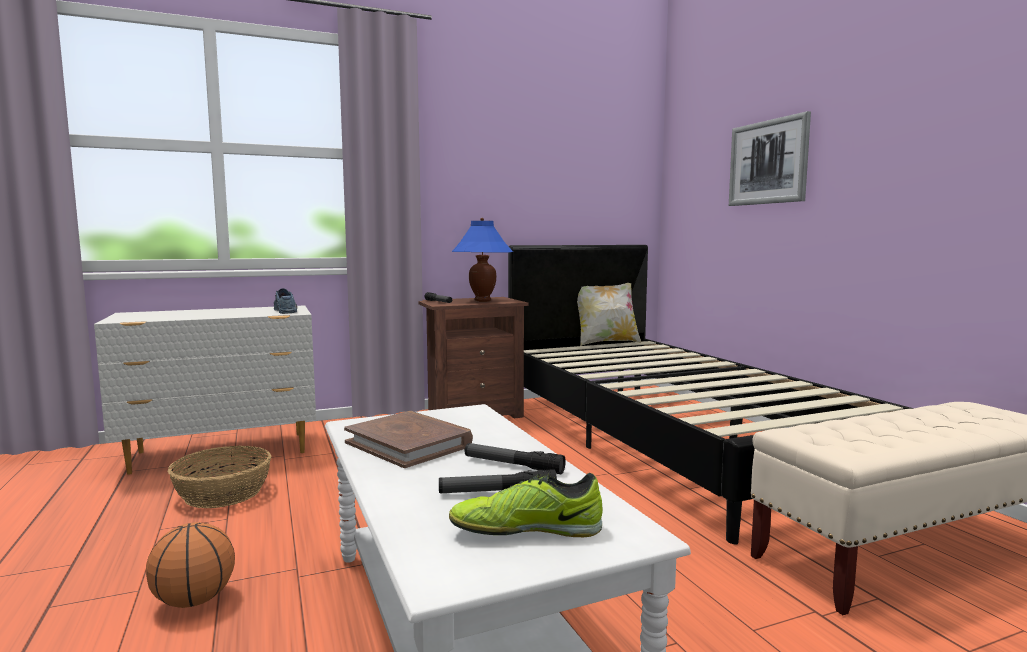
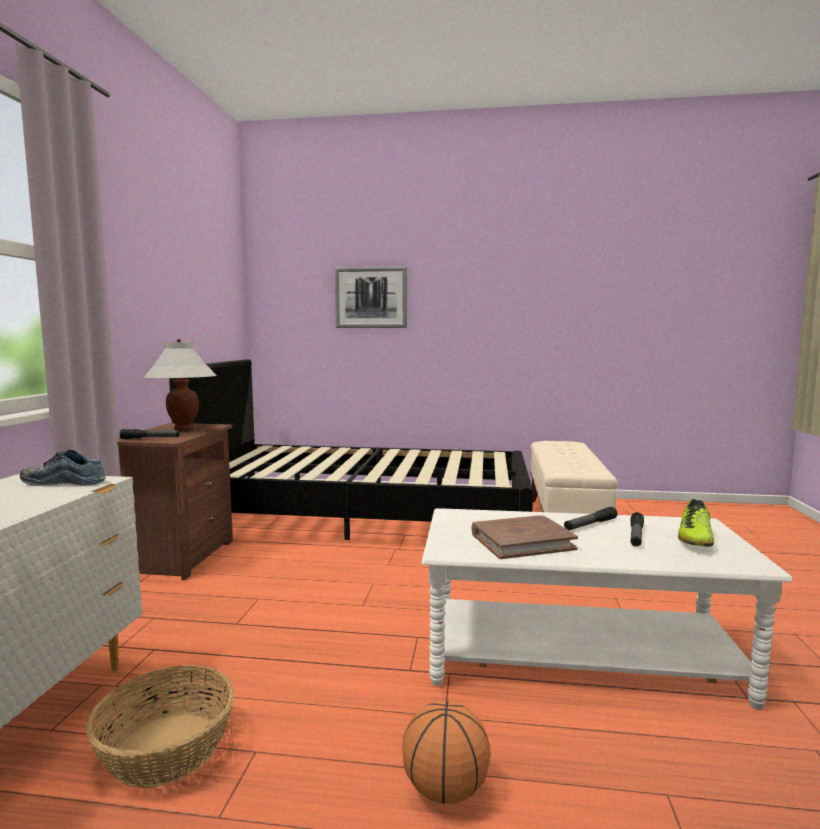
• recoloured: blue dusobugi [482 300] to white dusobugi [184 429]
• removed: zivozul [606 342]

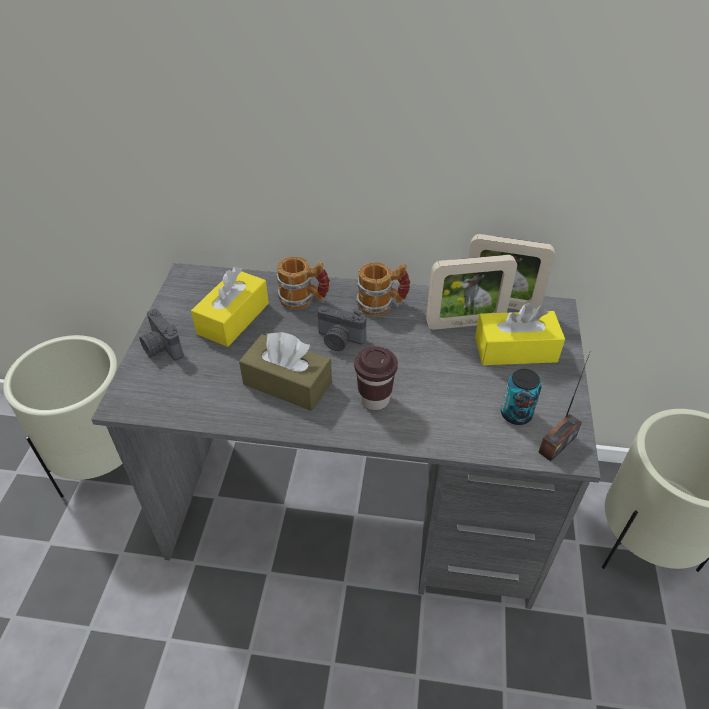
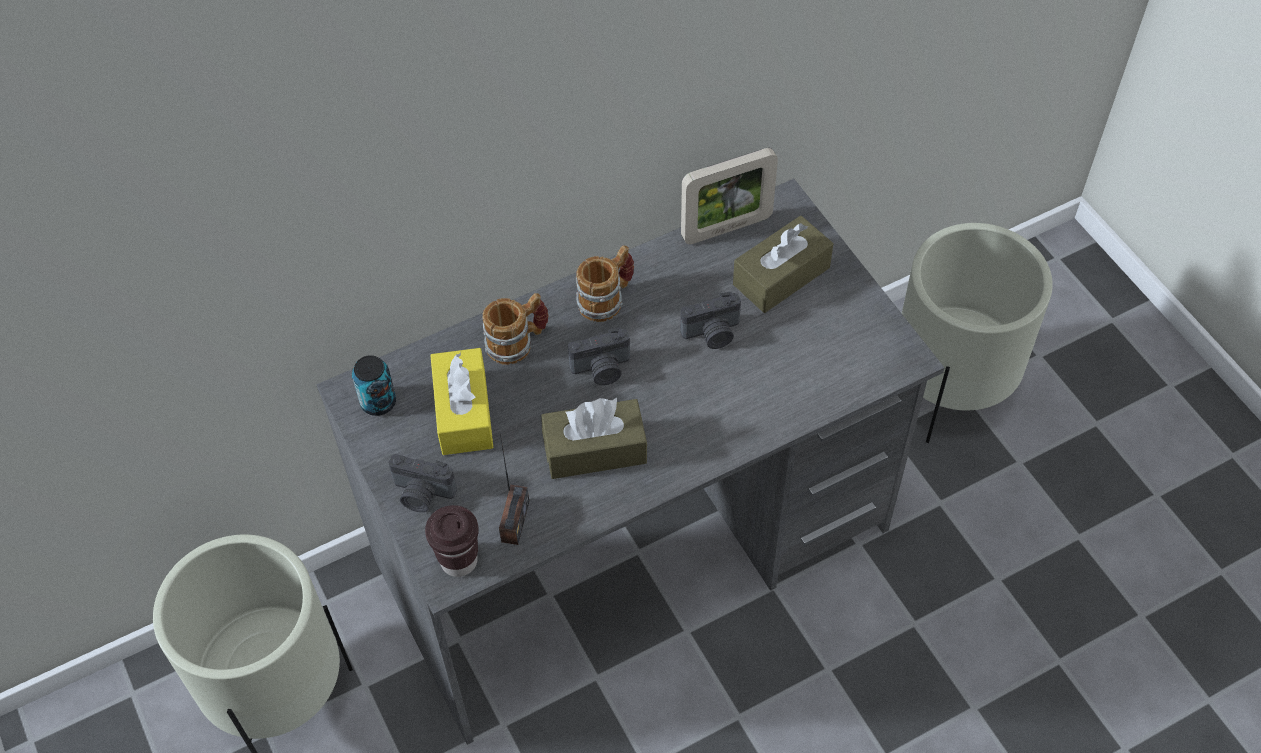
• moved: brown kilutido [374 399] to [459 561]
• removed: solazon [465 323]
• recoloured: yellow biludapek [515 349] to brown biludapek [781 276]
• moved: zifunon [516 414] to [378 402]
• moved: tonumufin [557 444] to [514 521]
• added: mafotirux [712 334]

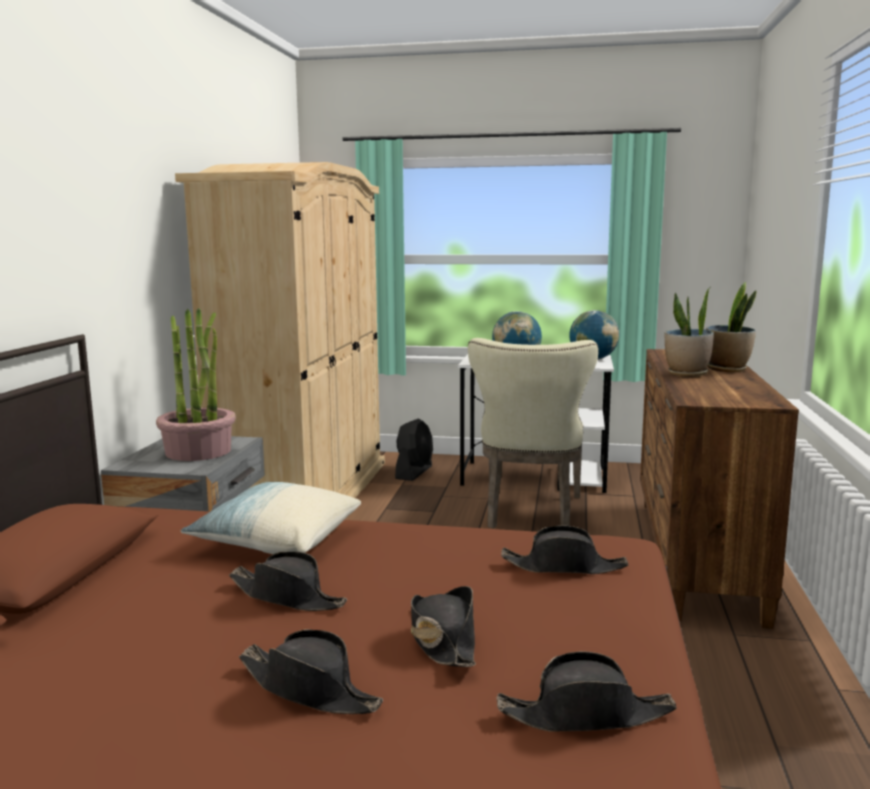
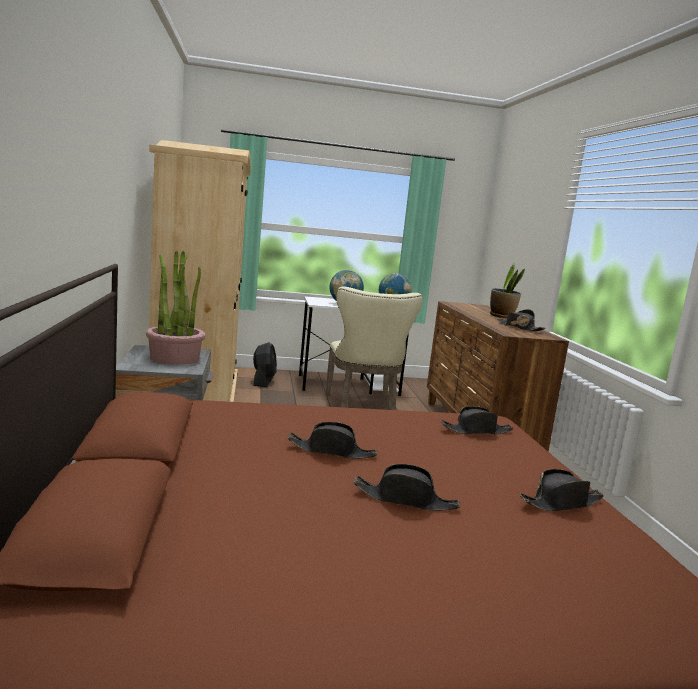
• removed: zivozul [276 541]
• moved: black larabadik [442 639] to [519 328]
• removed: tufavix [687 374]

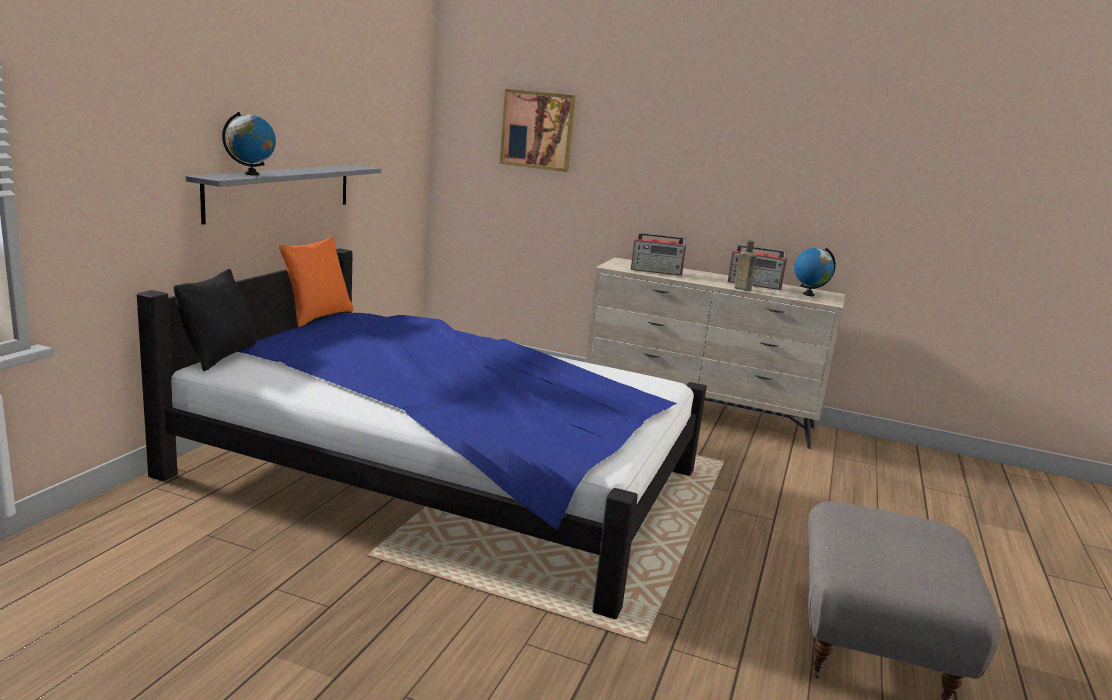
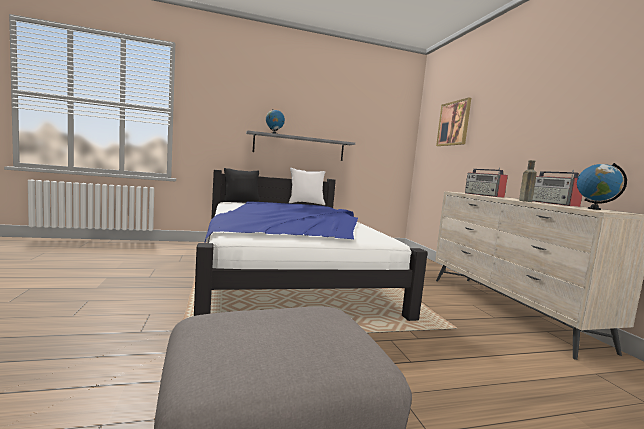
• recoloured: orange zivozul [317 317] to white zivozul [306 203]

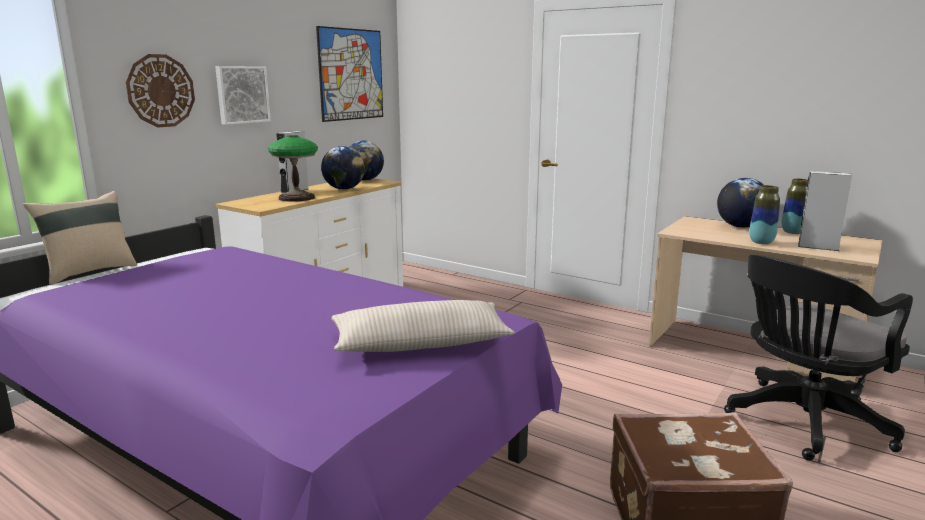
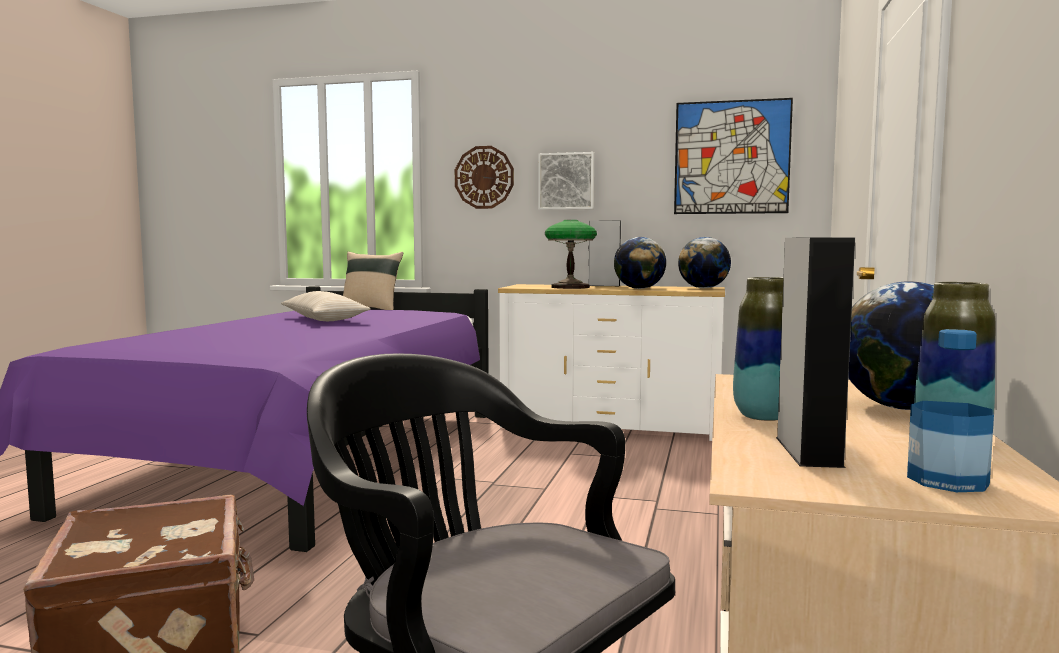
• moved: beige zivozul [421 343] to [324 319]
• added: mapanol [947 480]

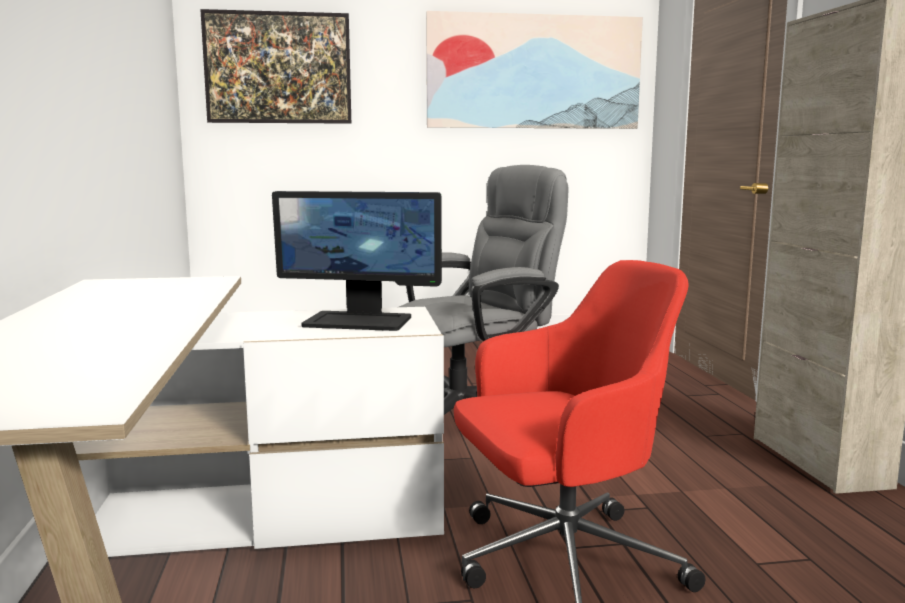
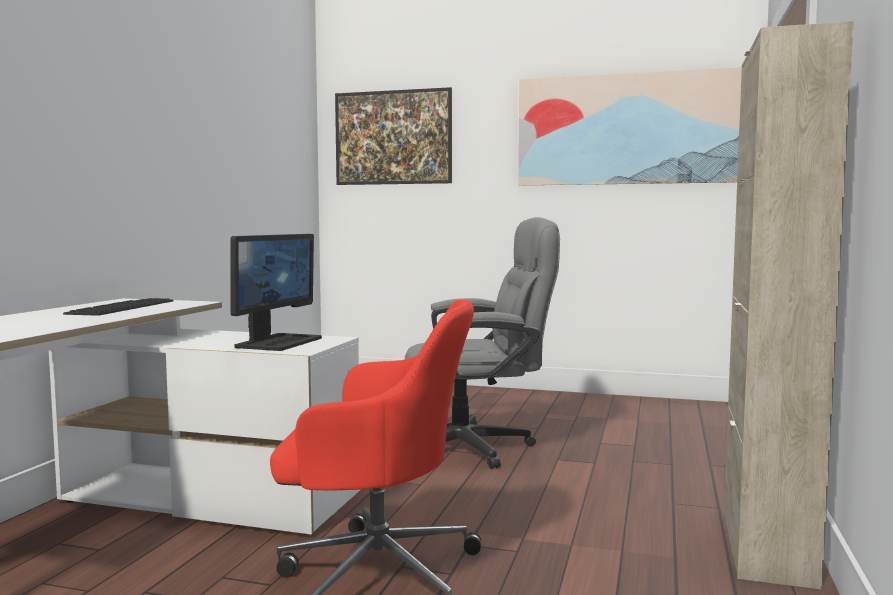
• turned: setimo [359 321] = [278 342] 105 degrees counterclockwise
• added: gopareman [121 307]

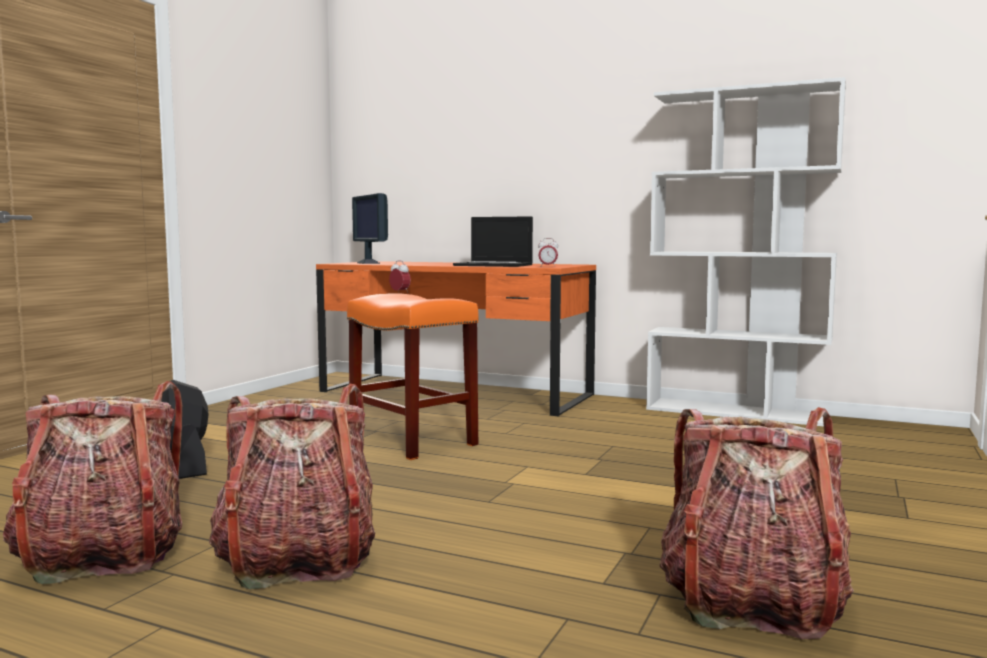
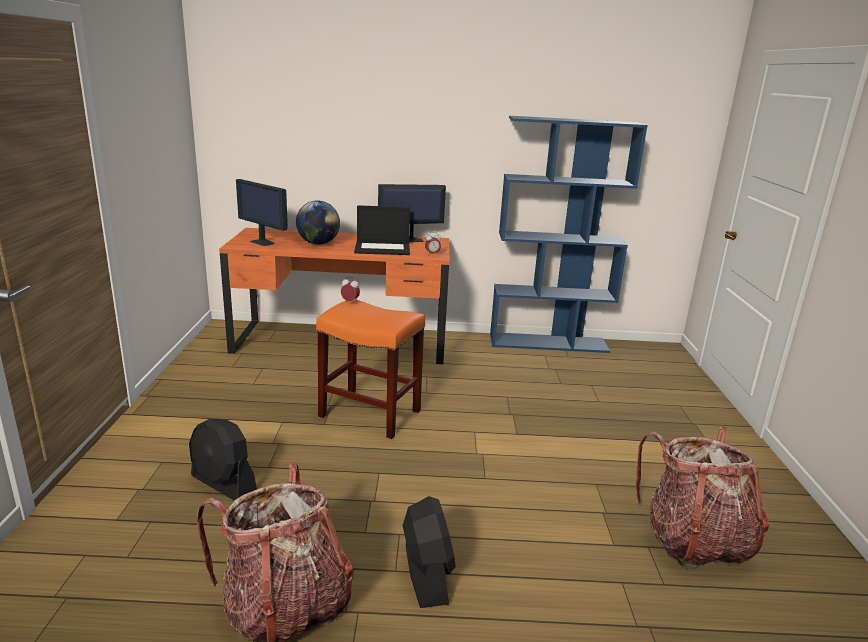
• replaced: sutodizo [297 561] to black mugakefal [426 574]
• recoloured: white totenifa [736 412] to blue totenifa [549 343]
• added: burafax [318 243]
• added: setimo [410 240]

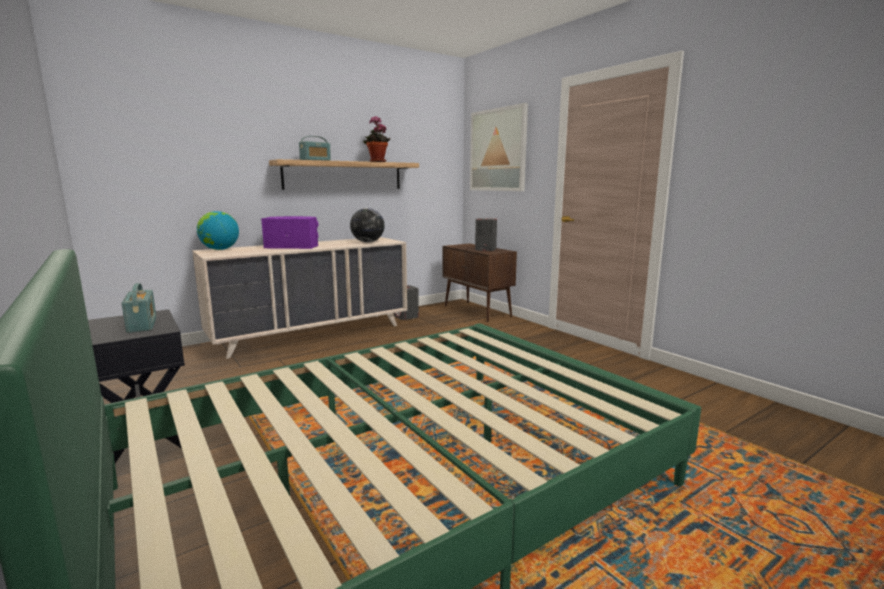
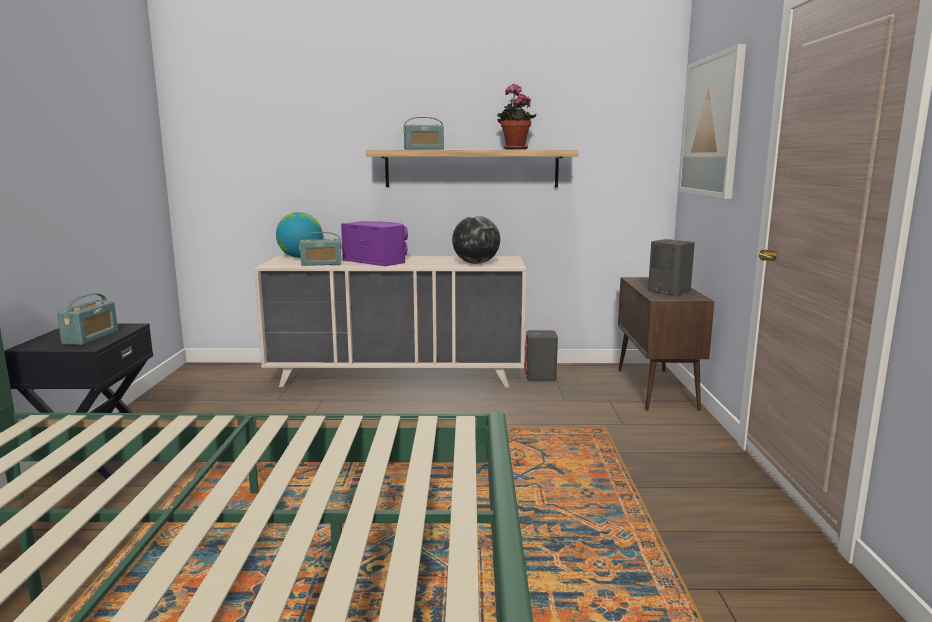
• added: tonumufin [321 264]

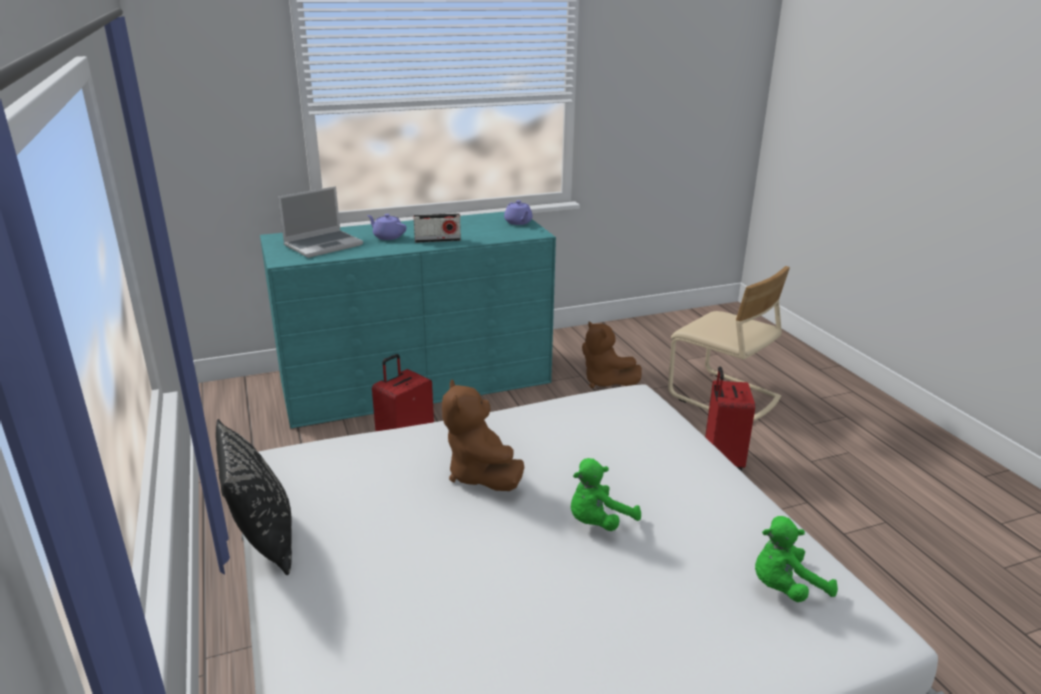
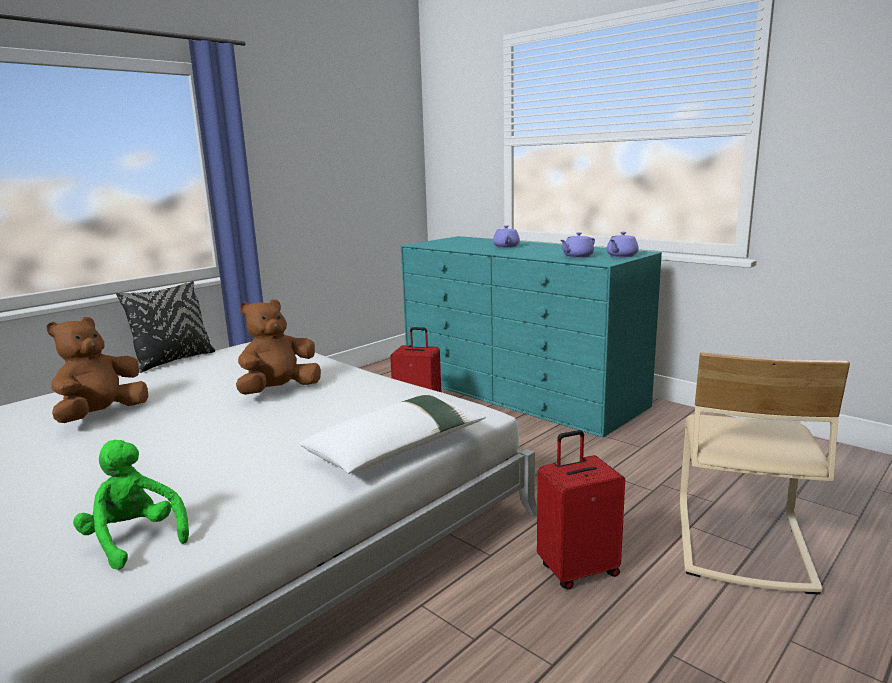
• removed: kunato [324 245]
• removed: tonumufin [437 240]
• removed: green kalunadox [598 522]
• moved: brown kalunadox [605 382] to [102 415]
• added: white zivozul [398 447]
• added: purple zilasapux [577 256]

